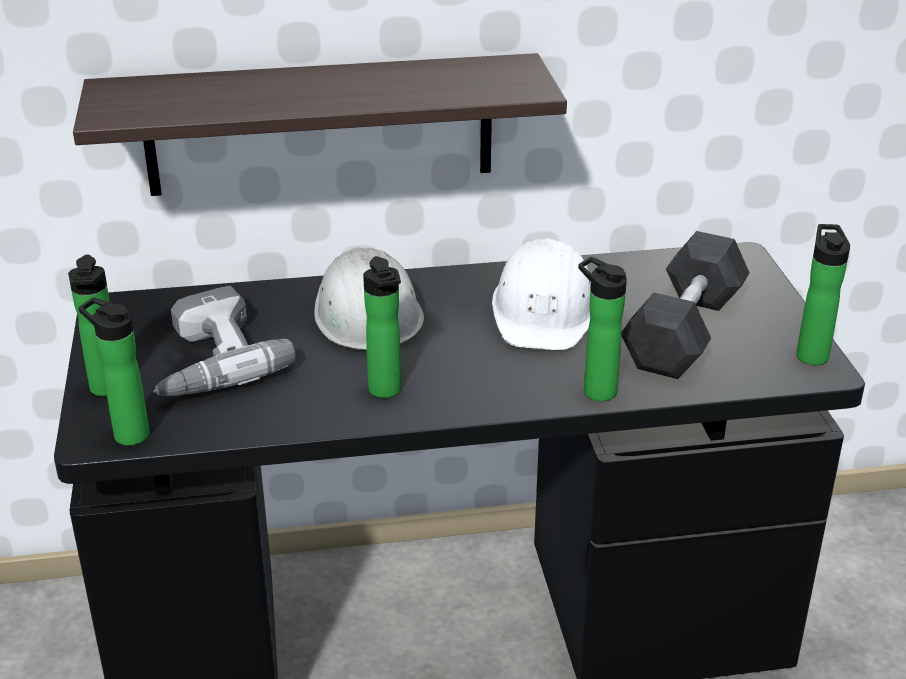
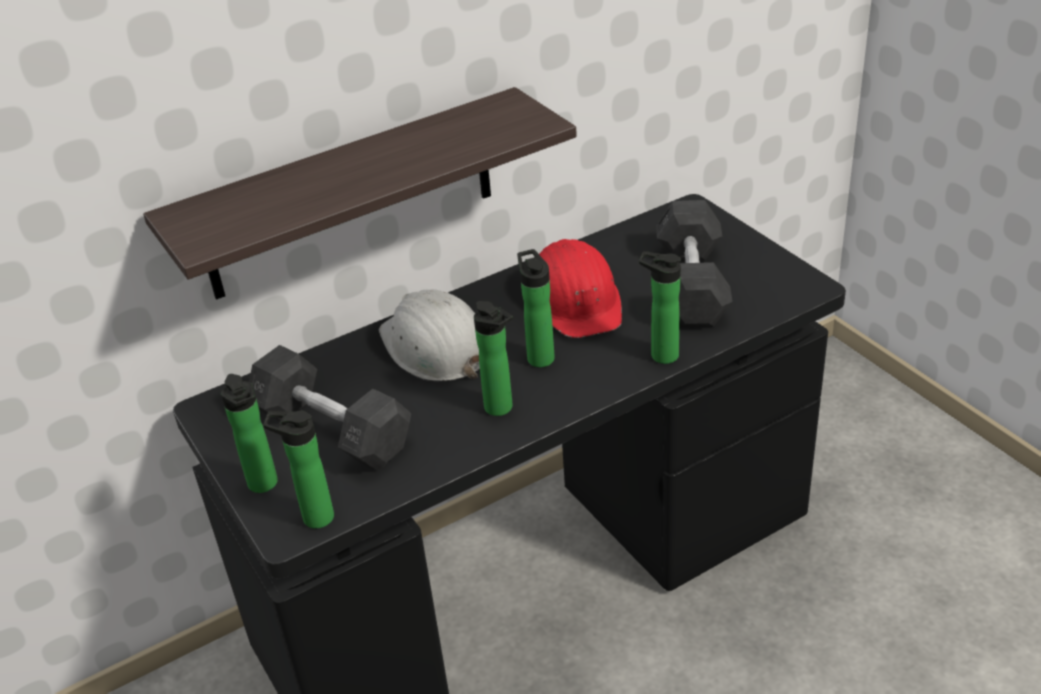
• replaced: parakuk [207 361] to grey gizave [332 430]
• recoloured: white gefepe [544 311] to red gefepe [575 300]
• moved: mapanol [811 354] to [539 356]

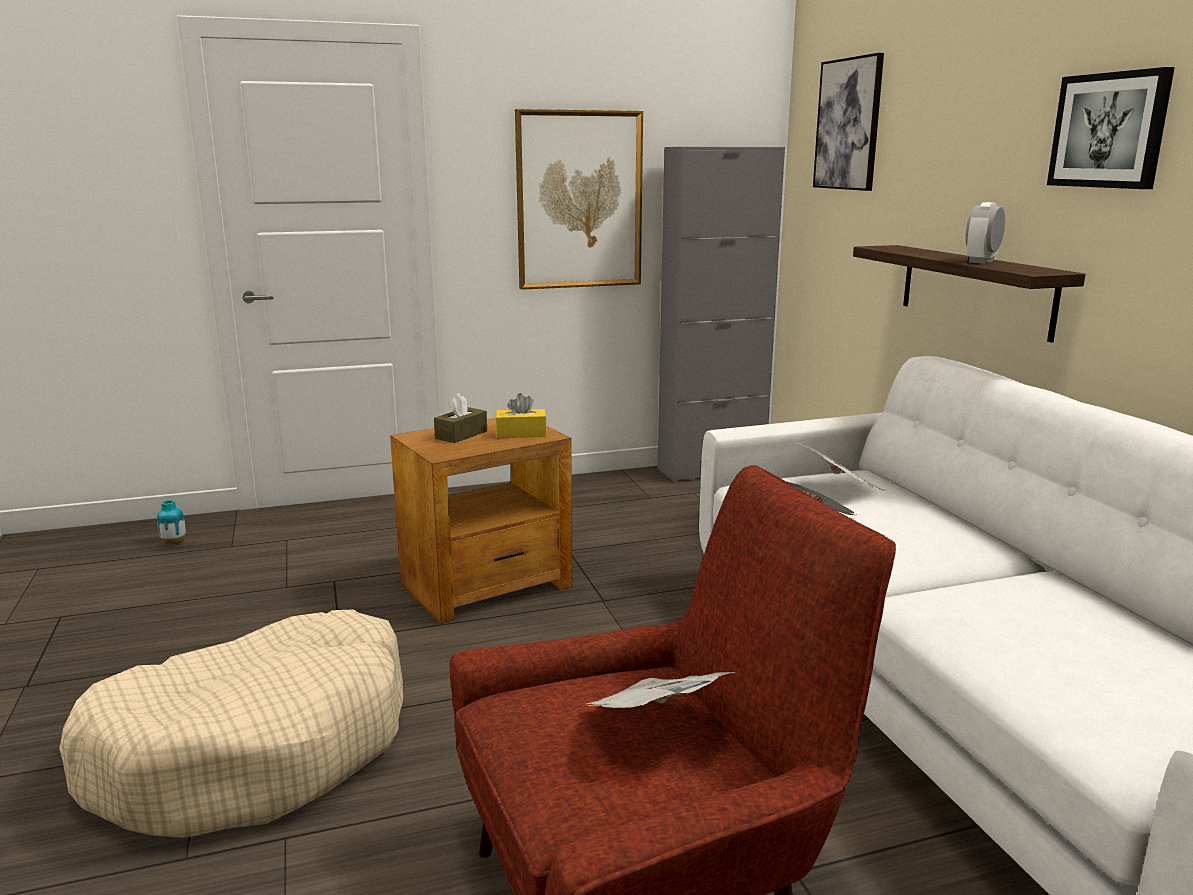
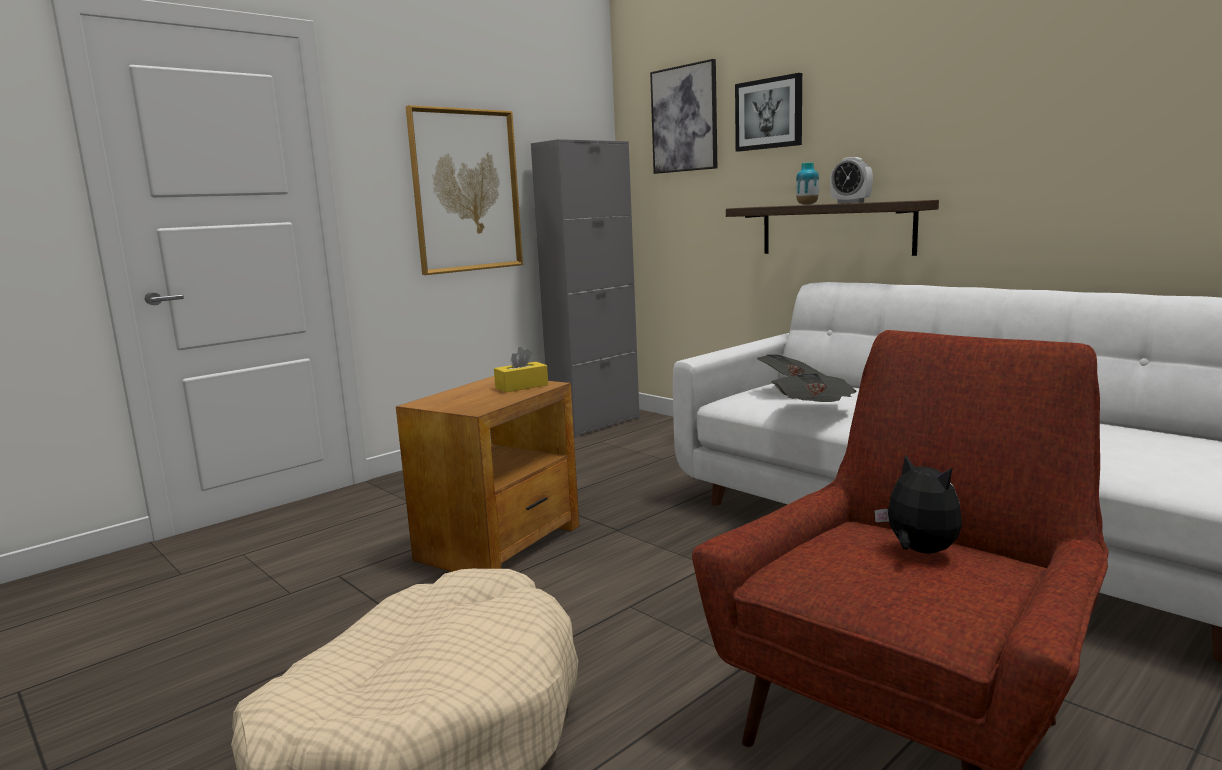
• moved: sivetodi [174 543] to [807 204]
• removed: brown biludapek [461 435]
• replaced: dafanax [657 723] to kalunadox [918 551]
• turned: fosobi [981 261] = [850 203] 60 degrees counterclockwise
• moved: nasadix [1109 130] to [769 114]

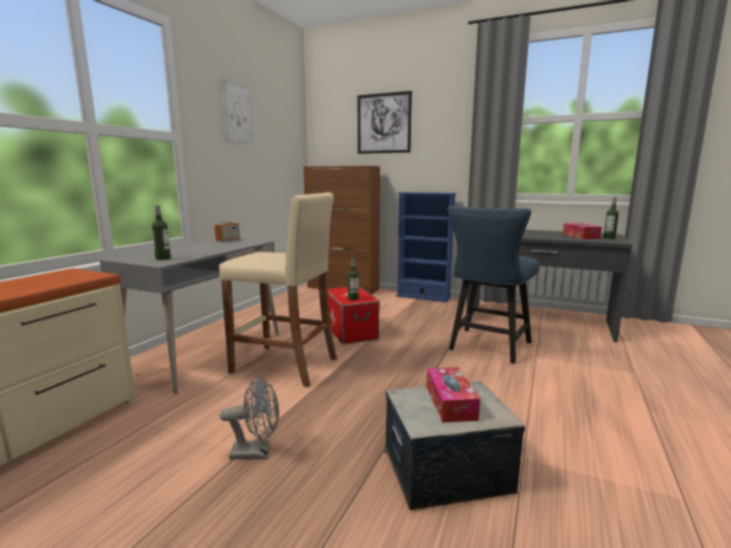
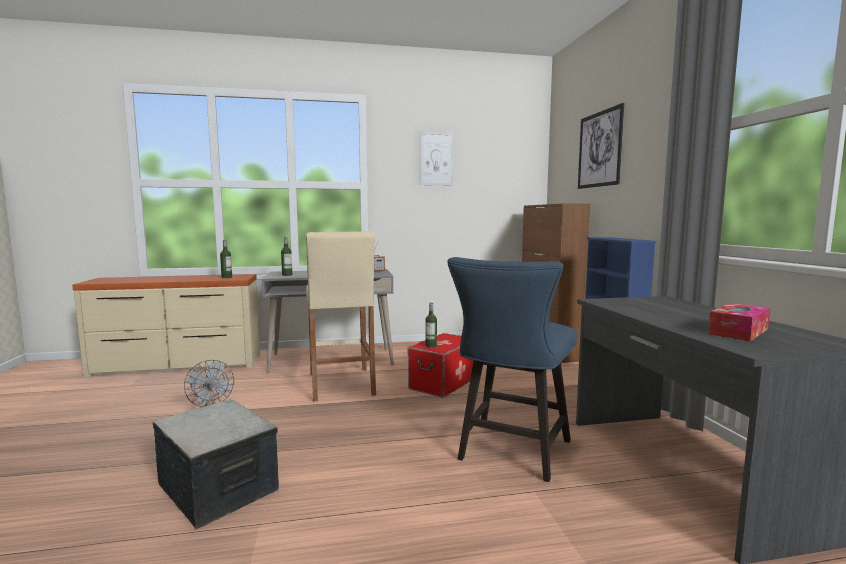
• removed: biludapek [450 403]
• turned: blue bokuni [487 347] = [511 453] 60 degrees counterclockwise
• moved: mapanol [609 238] to [226 277]

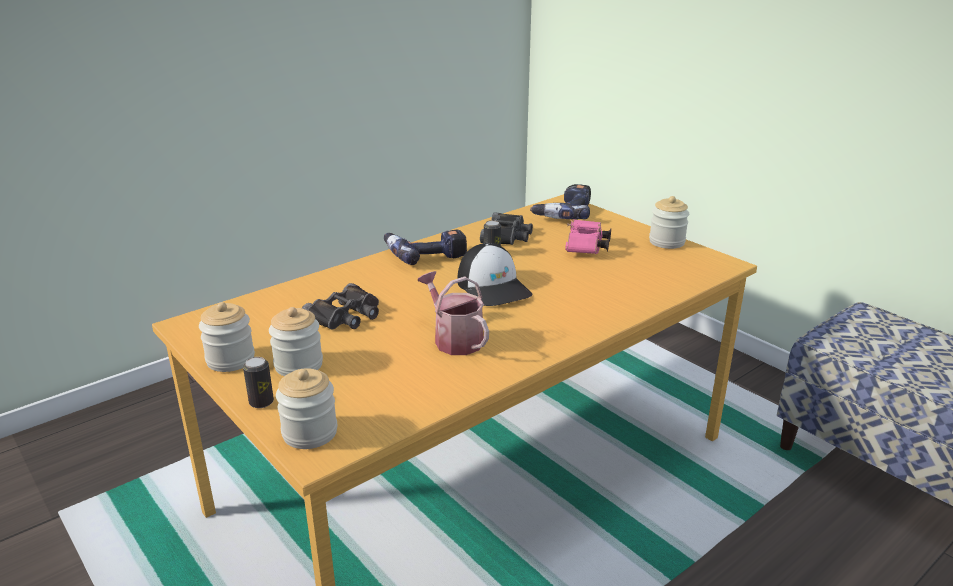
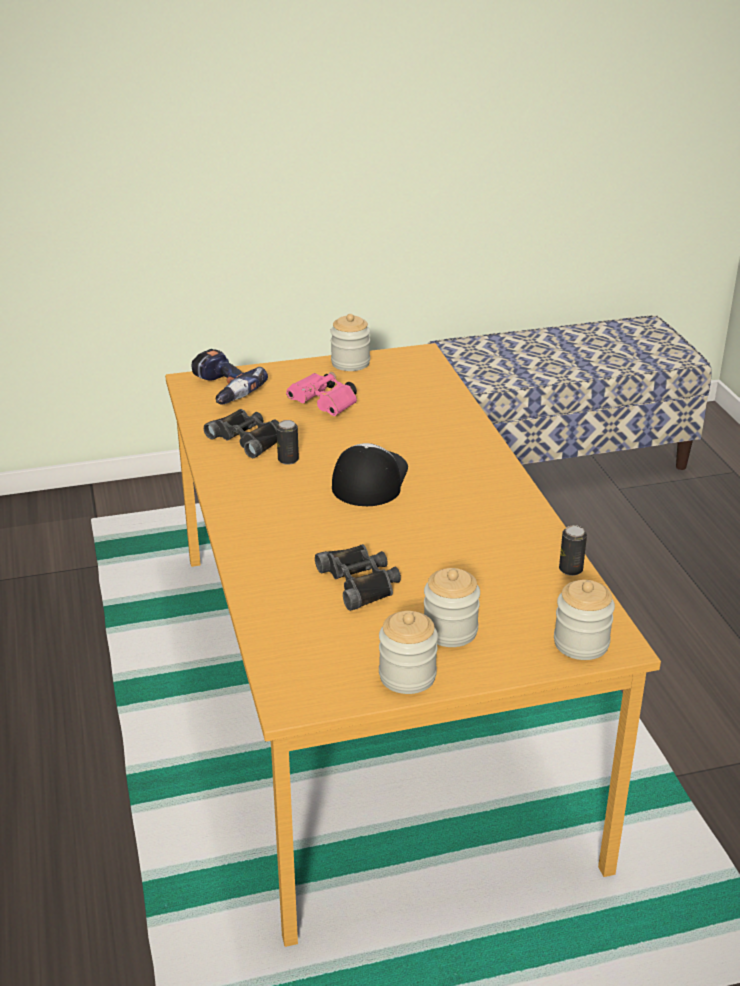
• moved: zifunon [261 402] to [570 569]
• removed: parakuk [425 254]
• removed: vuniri [454 339]
• turned: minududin [494 287] = [369 479] 75 degrees counterclockwise

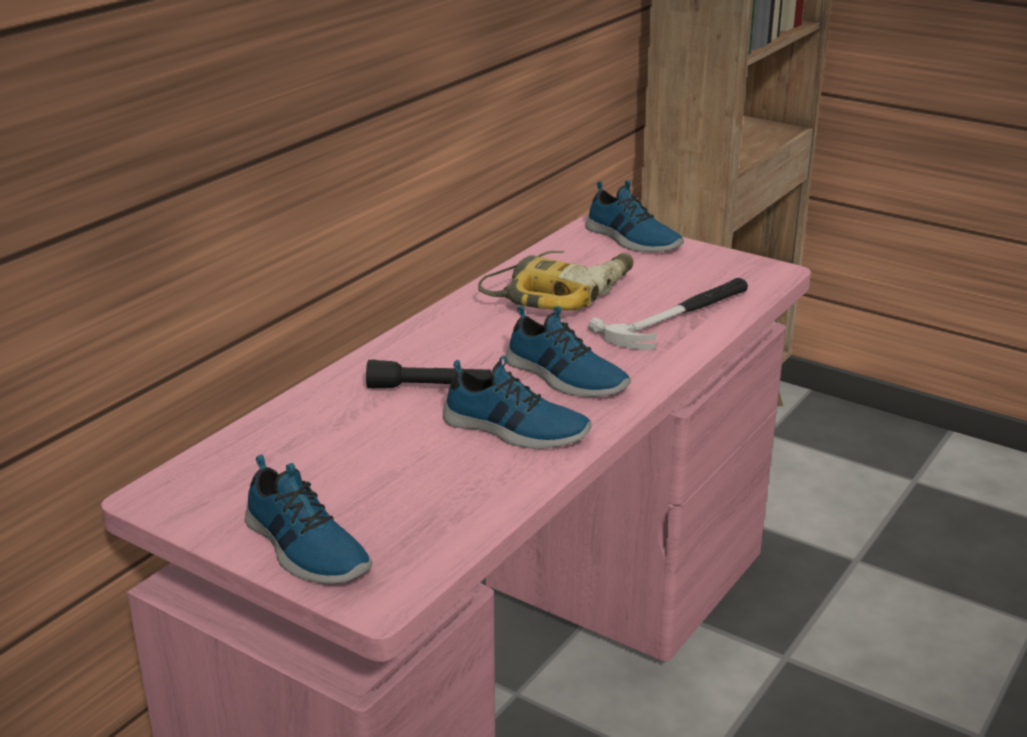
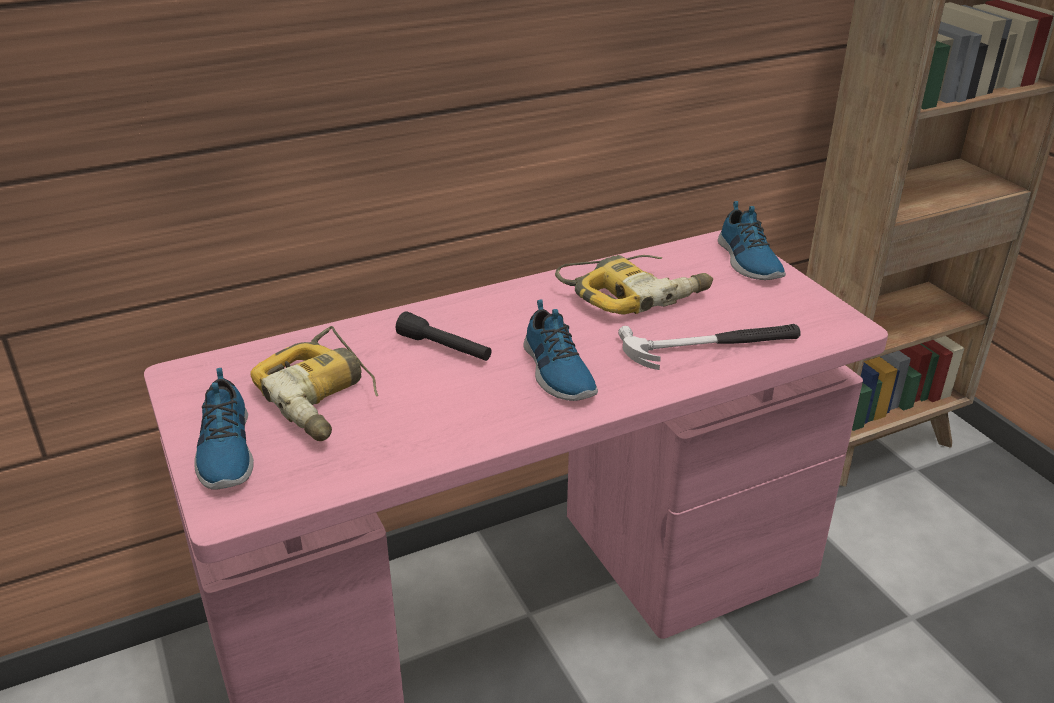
• removed: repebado [514 429]
• added: parakuk [323 397]

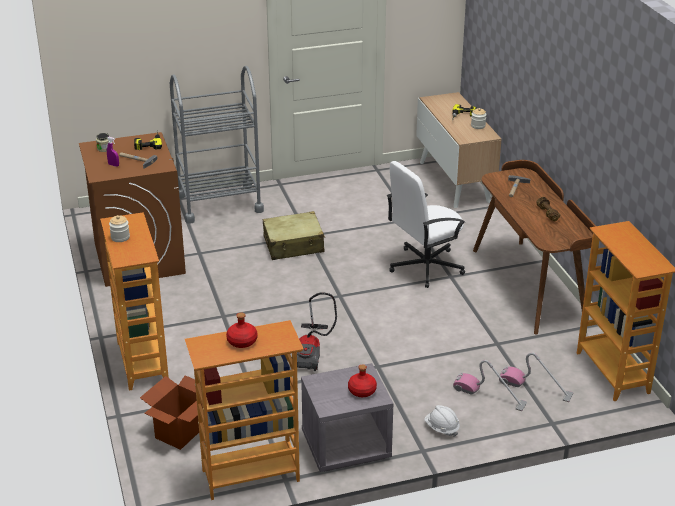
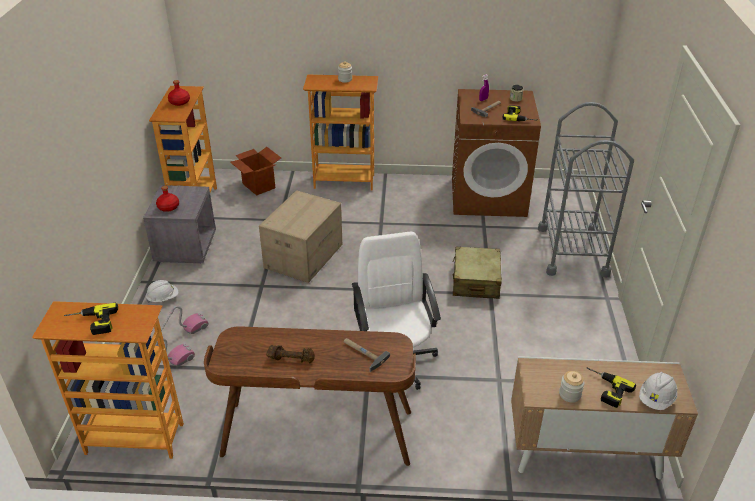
• replaced: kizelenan [312 353] to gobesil [303 256]
• added: parakuk [91 323]
• added: white gefepe [656 399]

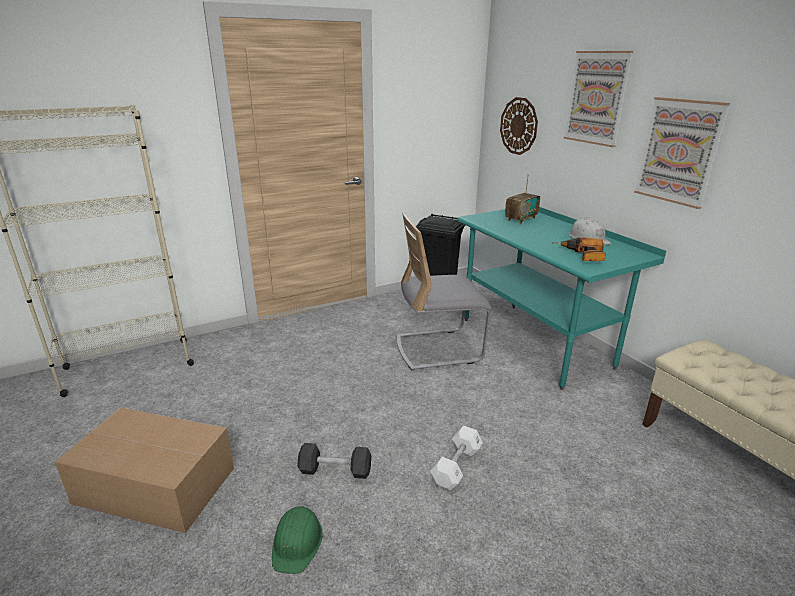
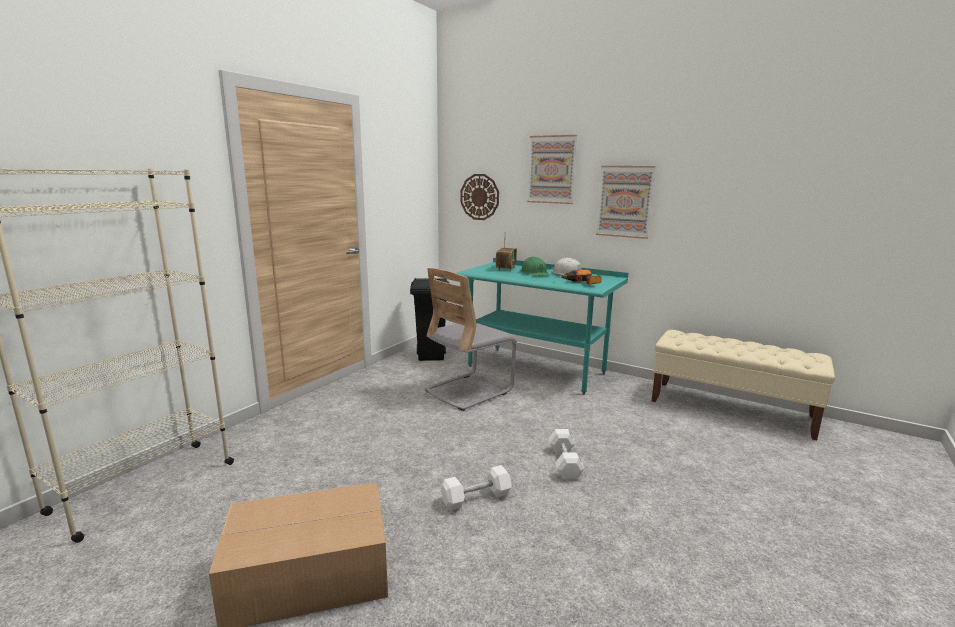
• moved: green gefepe [297 542] to [535 273]
• recoloured: black gizave [335 470] to white gizave [476 498]

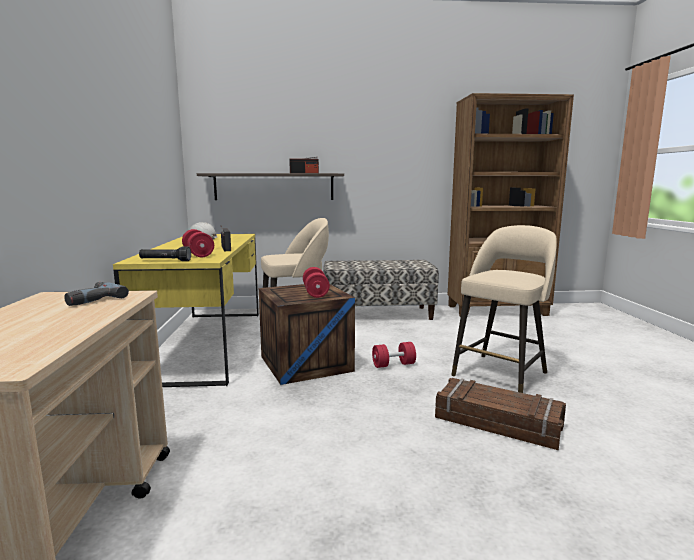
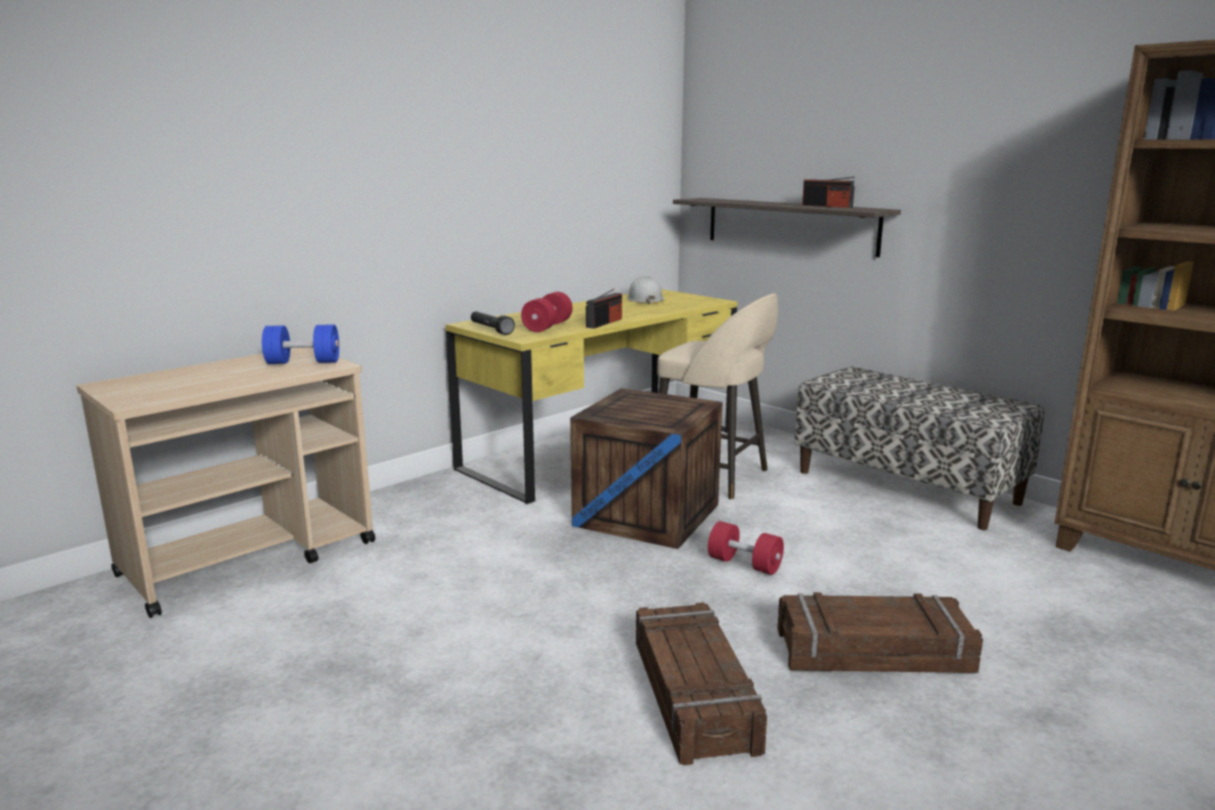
• replaced: parakuk [91 299] to blue gizave [303 362]
• removed: red gizave [315 292]
• replaced: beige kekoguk [501 373] to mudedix [873 652]

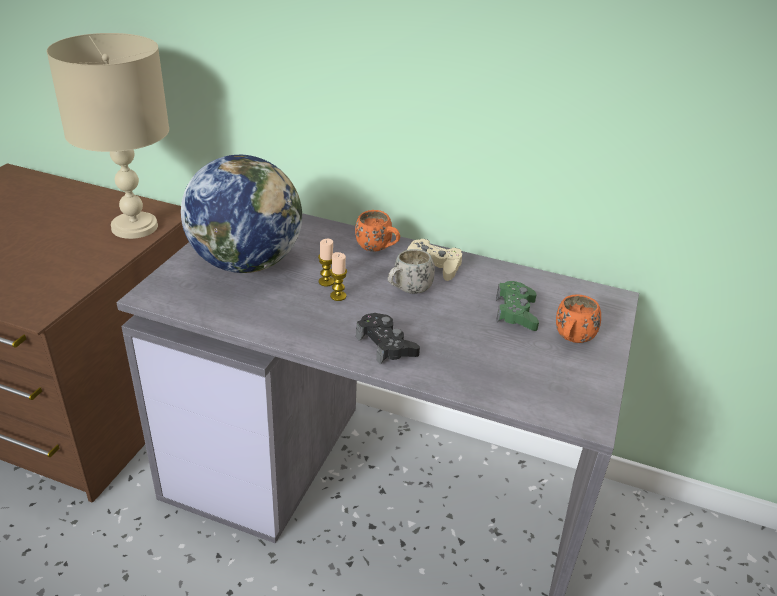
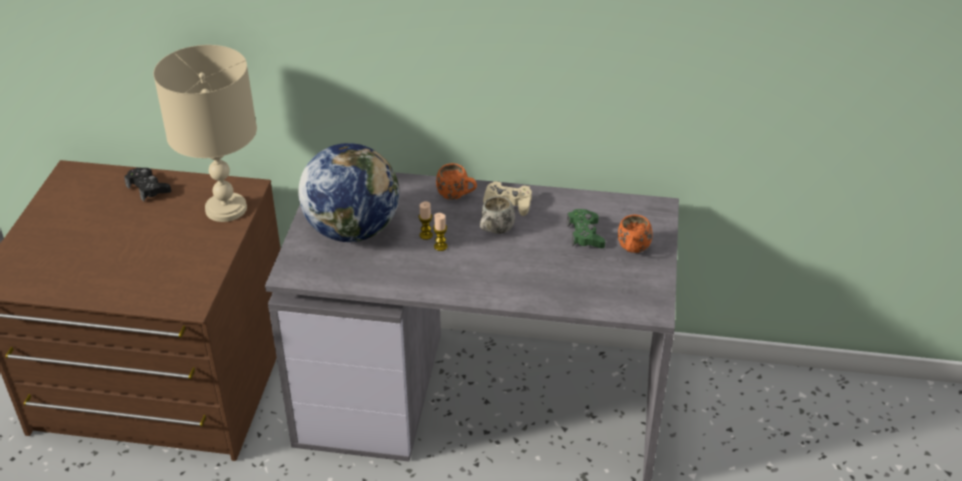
• moved: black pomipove [386 345] to [148 188]

